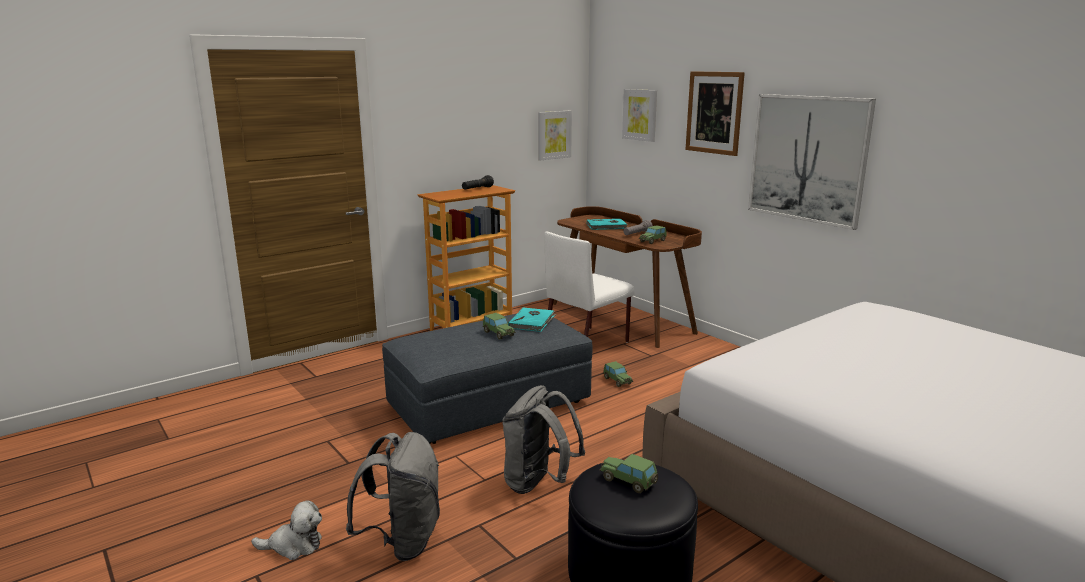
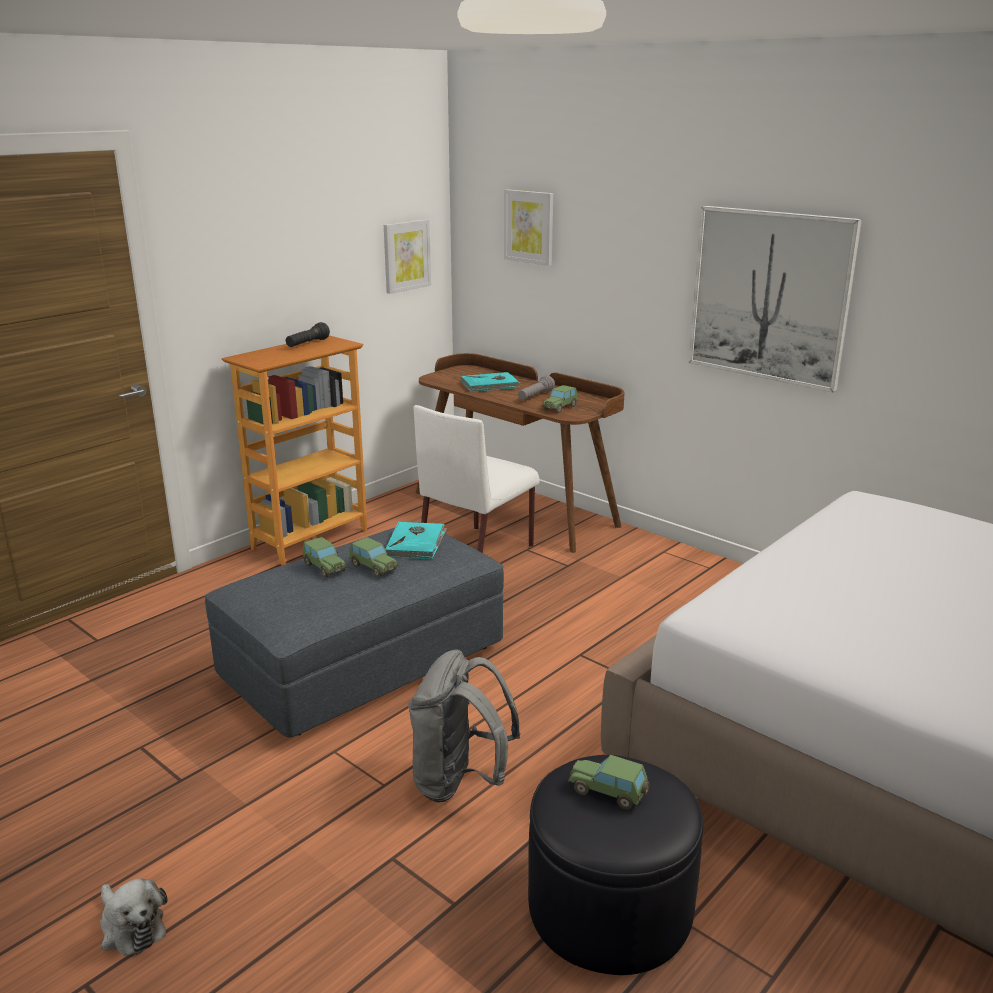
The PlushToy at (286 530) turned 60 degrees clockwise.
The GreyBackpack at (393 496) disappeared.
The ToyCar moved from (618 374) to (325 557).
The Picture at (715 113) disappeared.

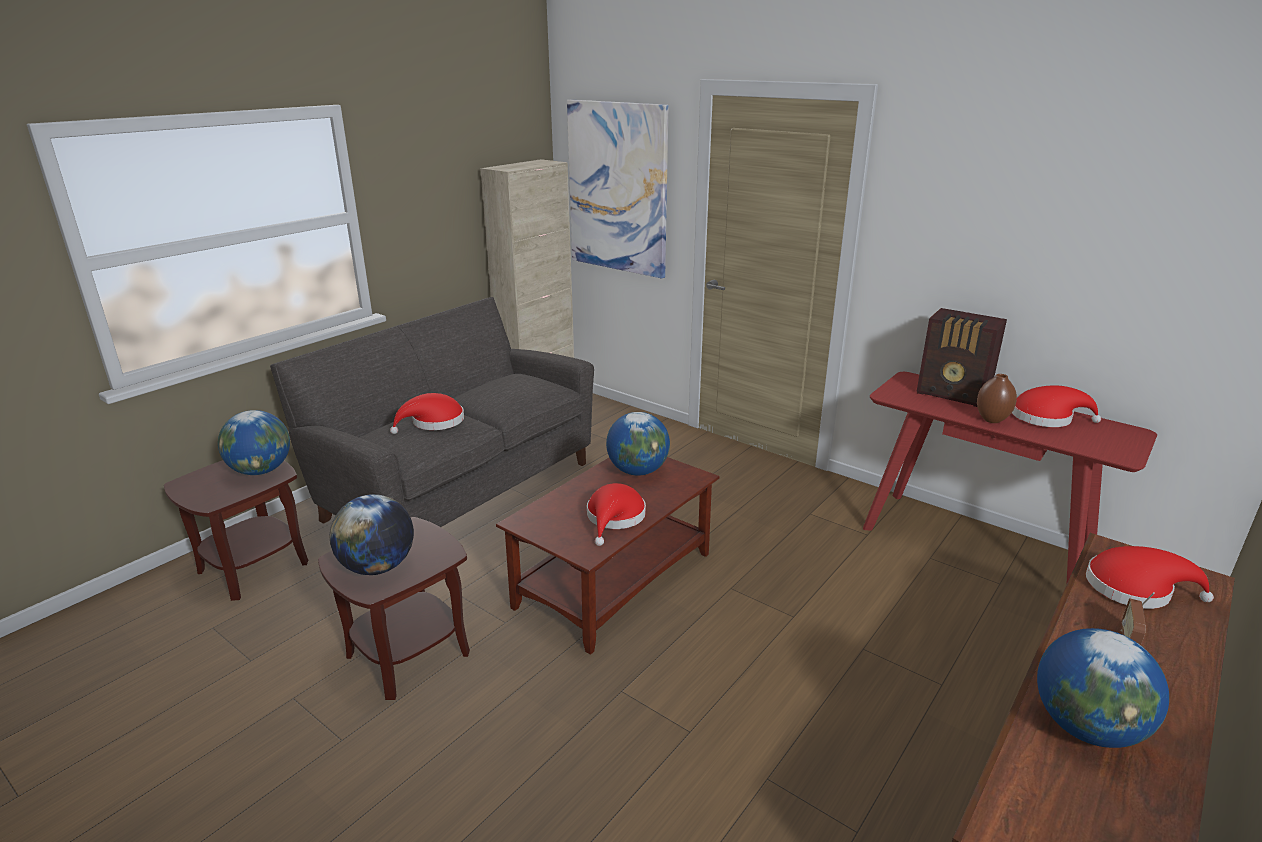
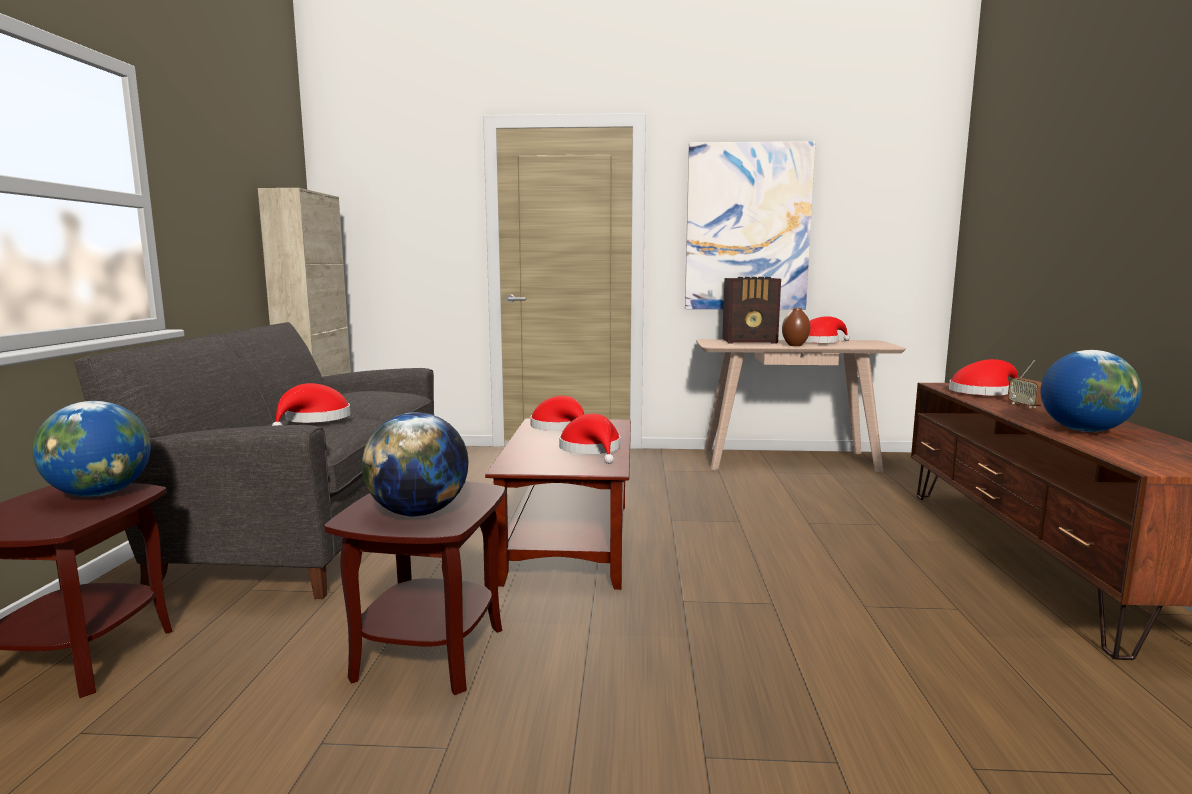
The Picture moved from (618 189) to (750 225).
The Globe at (638 444) was replaced by the RedHat at (557 413).
The RedConsoleTable at (1010 478) became the BeigeConsoleTable at (801 405).

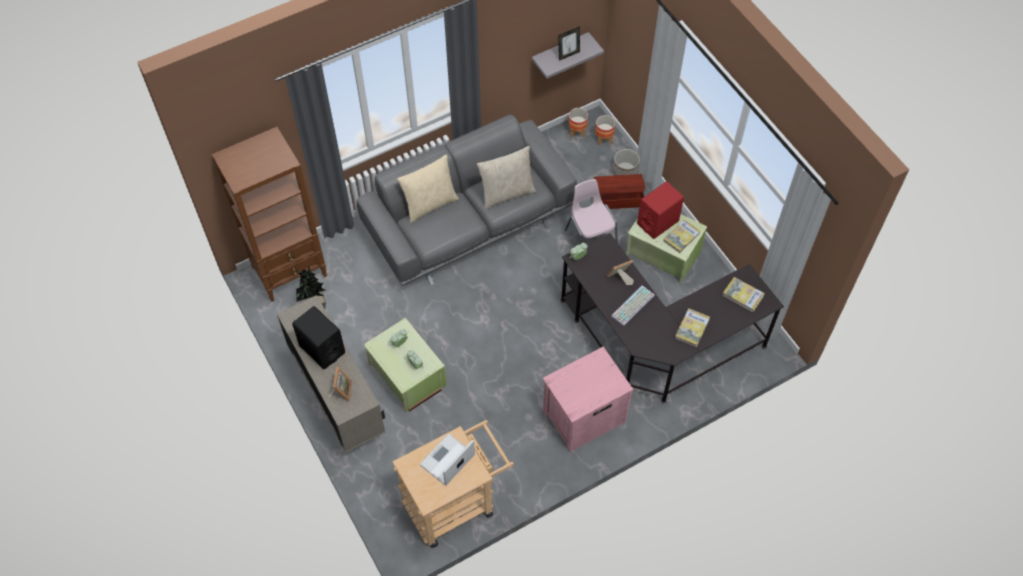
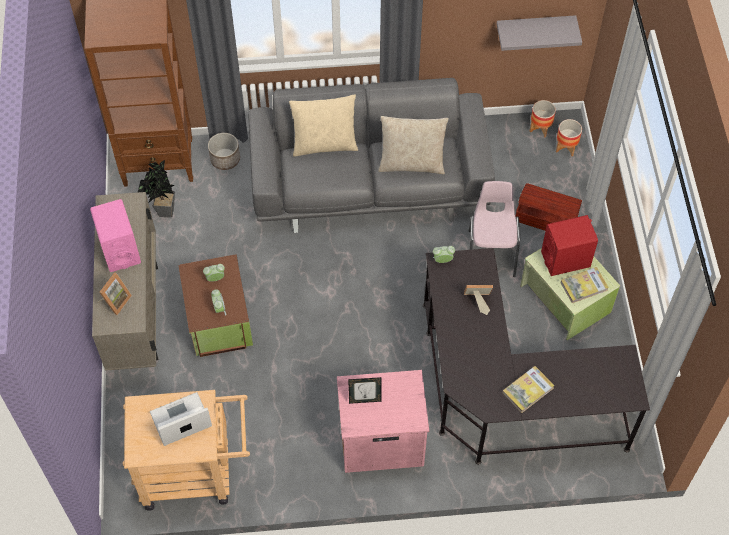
The BlackSpeaker at (318 337) became the PinkSpeaker at (115 235).
The GreenStorageBox at (405 365) became the BrownStorageBox at (215 305).
The PictureFrame moved from (569 43) to (364 390).
The Keyboard at (633 305) disappeared.
The Planter moved from (626 162) to (224 151).
The Book at (743 294) disappeared.

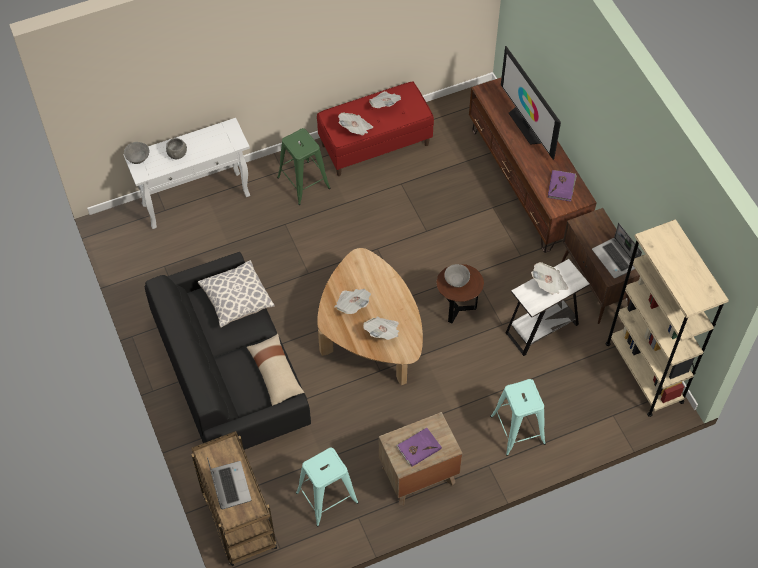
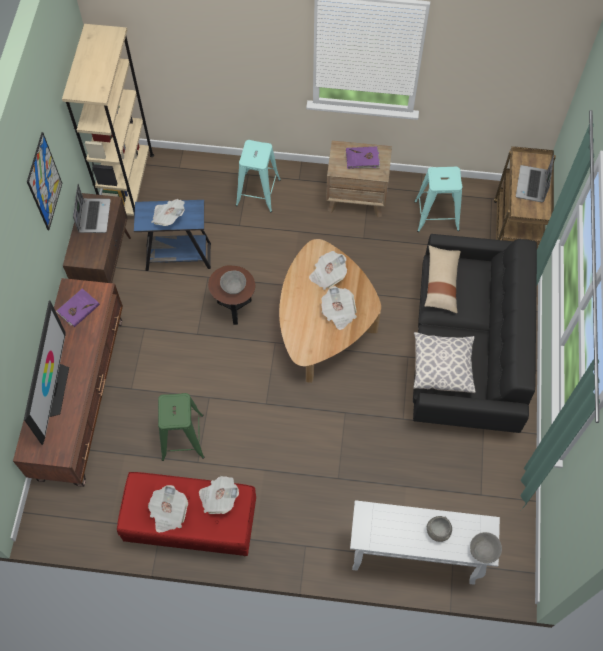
The GreenStool moved from (304 166) to (181 427).
The WhiteSideTable at (548 307) became the BlueSideTable at (172 235).
The Picture at (44 181) appeared.

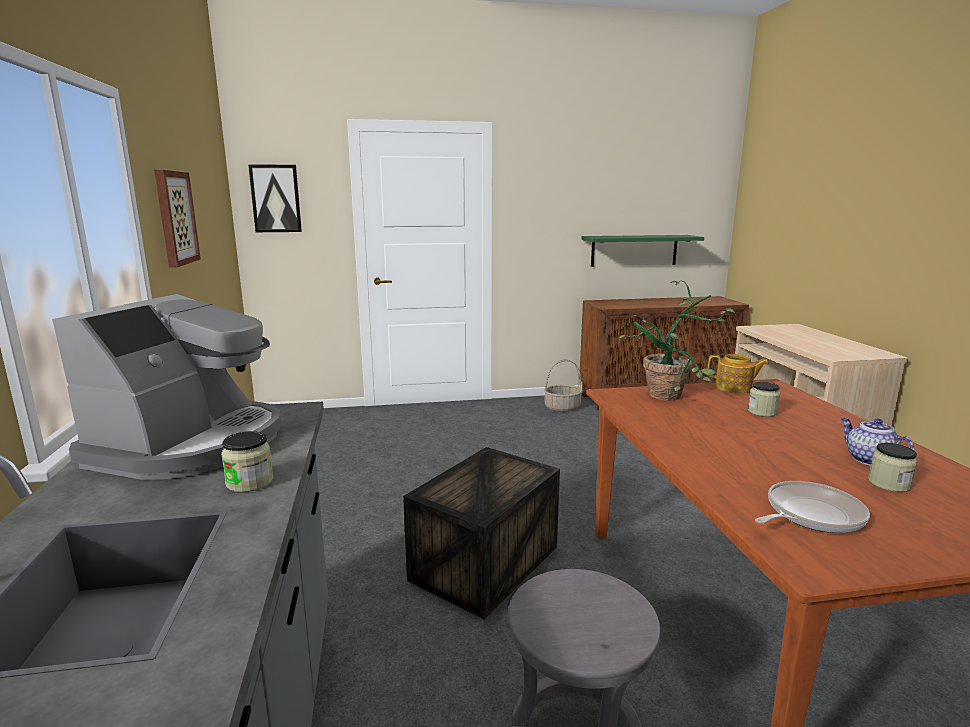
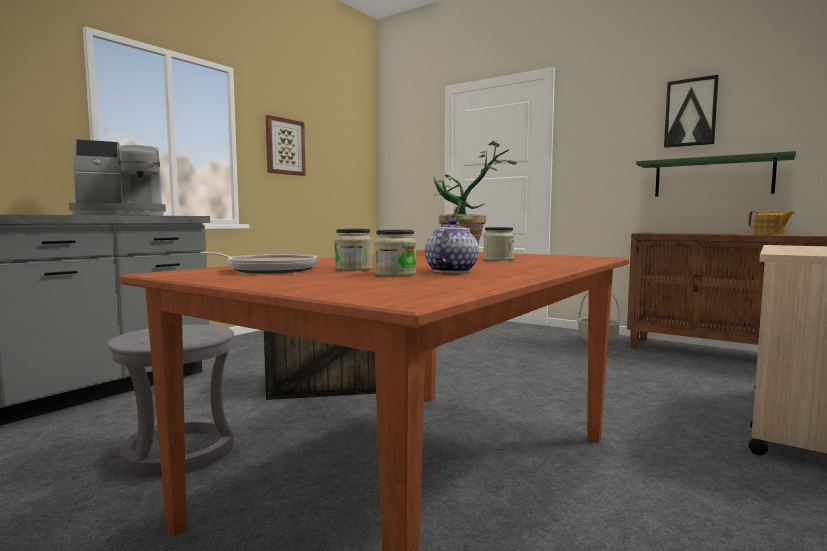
The Jar moved from (247 461) to (353 250).
The Picture moved from (275 198) to (691 111).
The Teapot moved from (738 373) to (772 223).

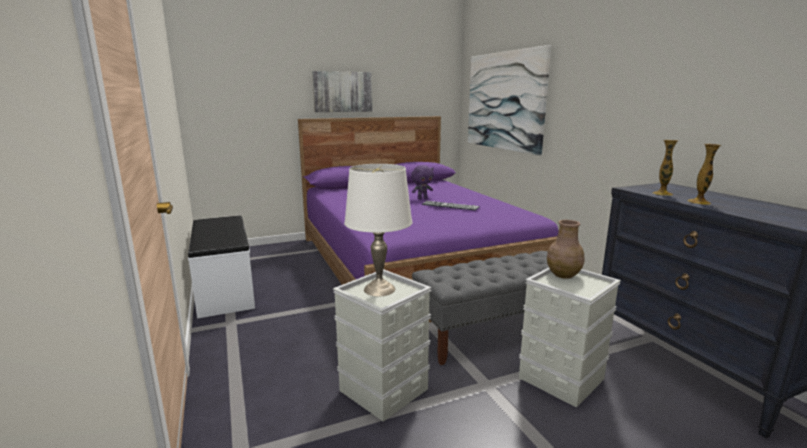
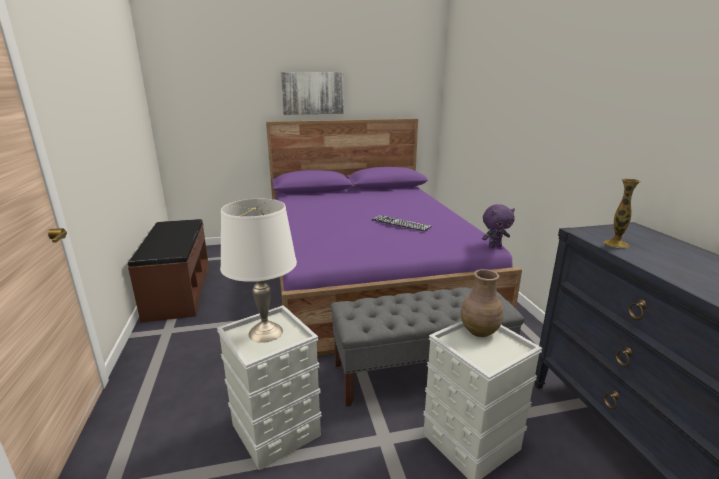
The WhiteBench at (221 267) became the BrownBench at (168 270).
The PurplePlushToy moved from (422 182) to (498 226).
The Picture at (509 100) disappeared.
The Vase at (704 174) disappeared.

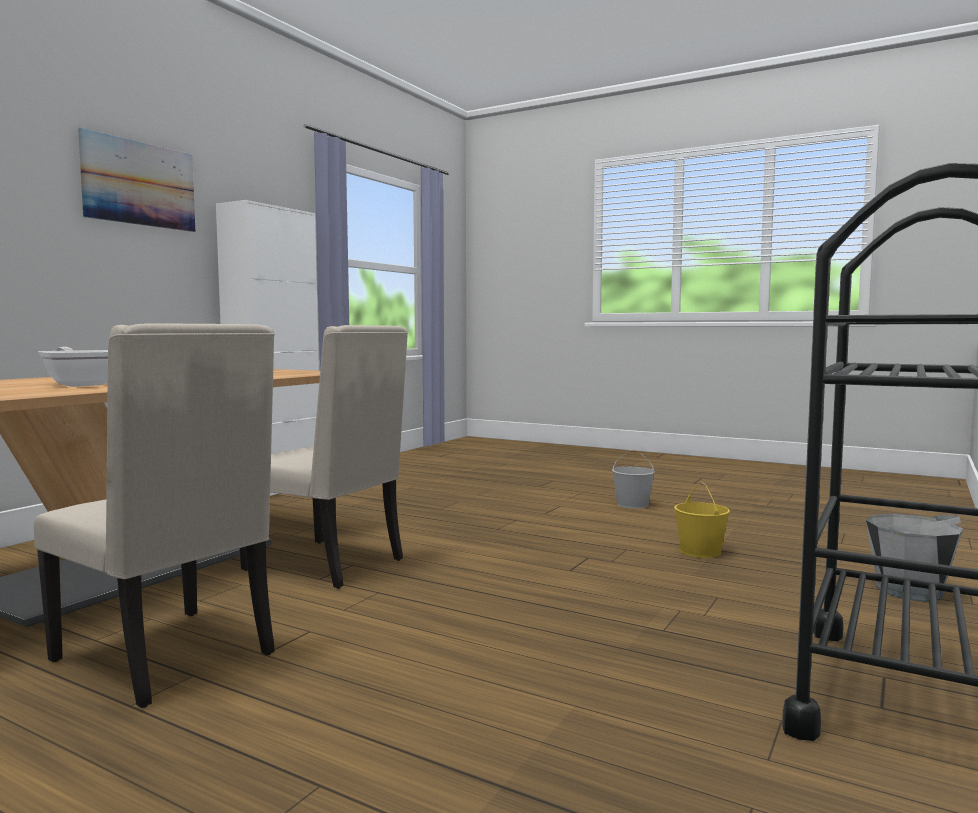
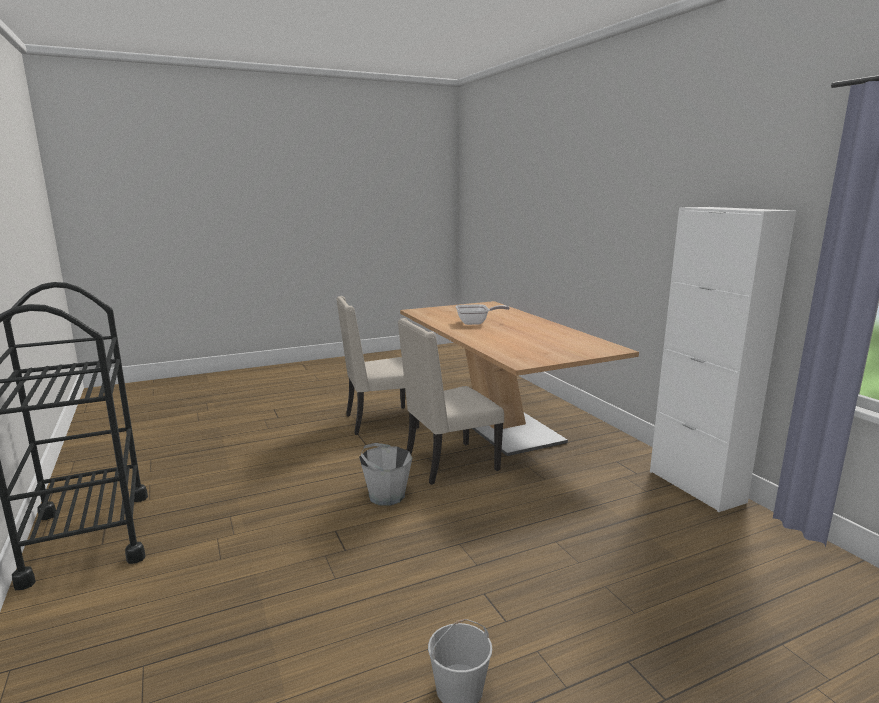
The Picture at (136 180) disappeared.
The YellowBucket at (702 520) disappeared.
The GreyBucket moved from (915 557) to (385 474).

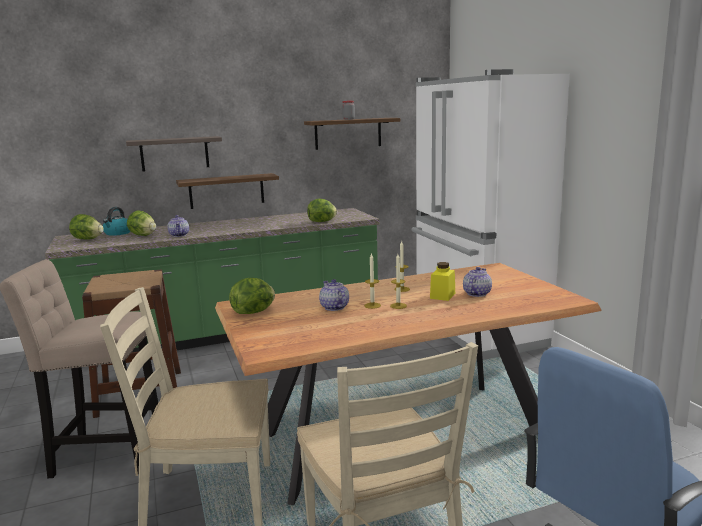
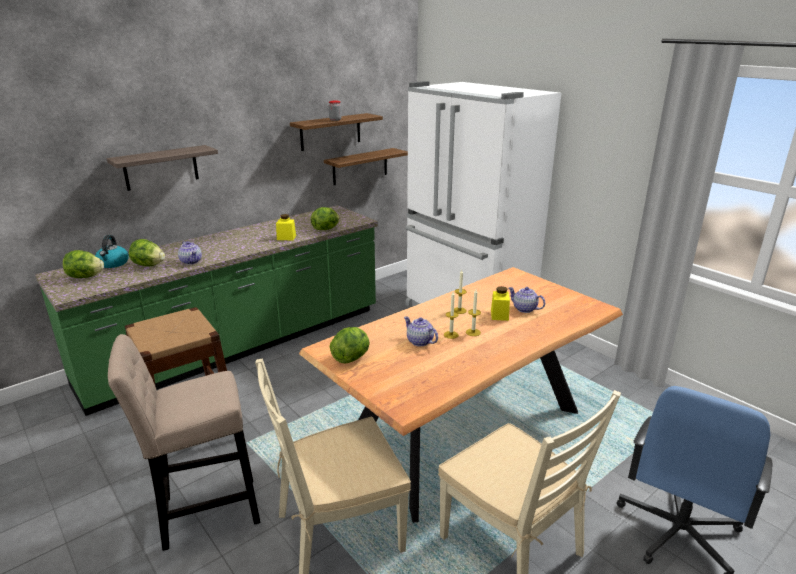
The Shelf moved from (227 191) to (366 166).
The Teapot at (477 282) turned 60 degrees counterclockwise.
The YellowJar at (286 227) appeared.

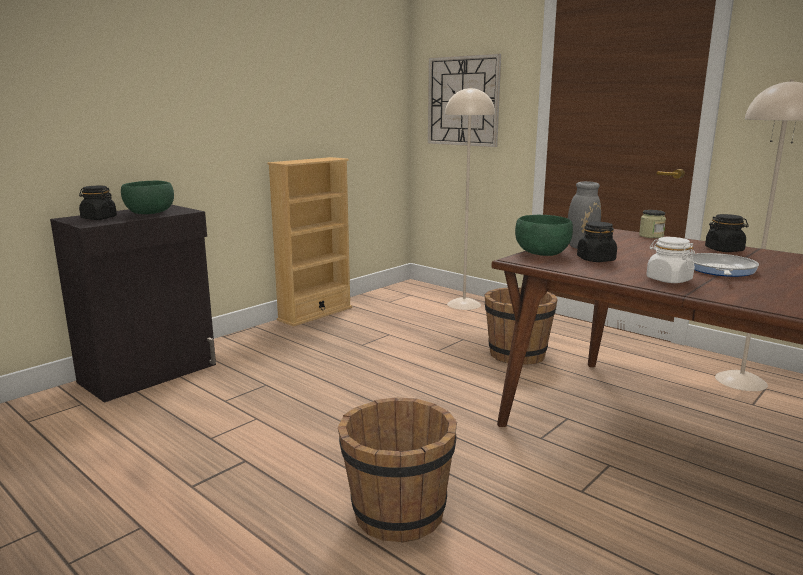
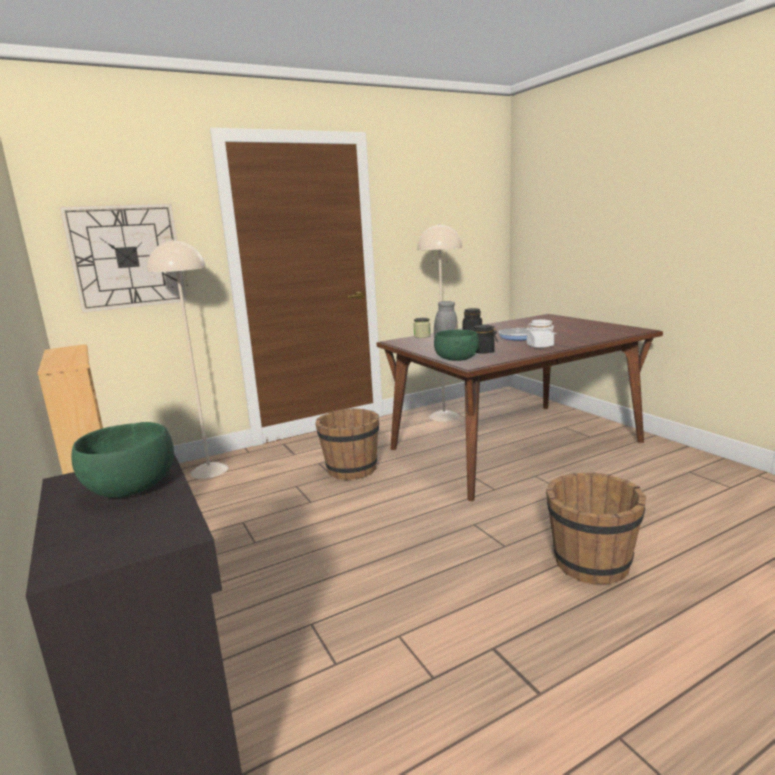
The BlackJar at (98 203) disappeared.

